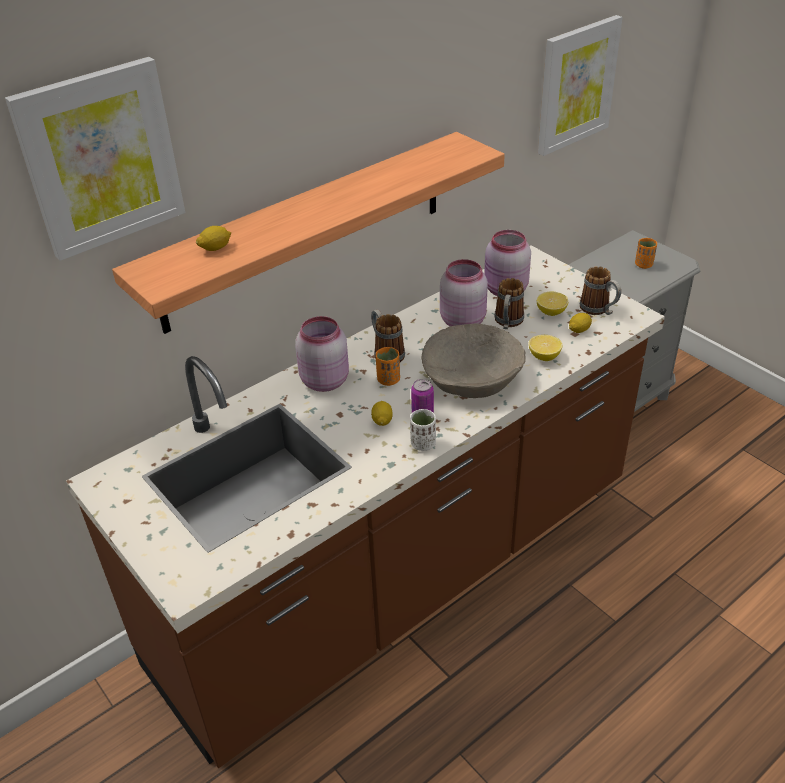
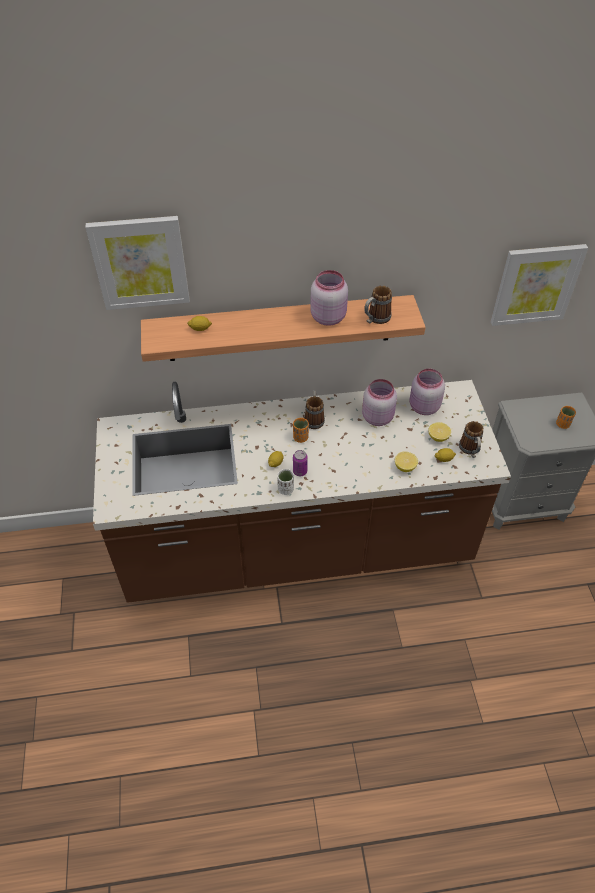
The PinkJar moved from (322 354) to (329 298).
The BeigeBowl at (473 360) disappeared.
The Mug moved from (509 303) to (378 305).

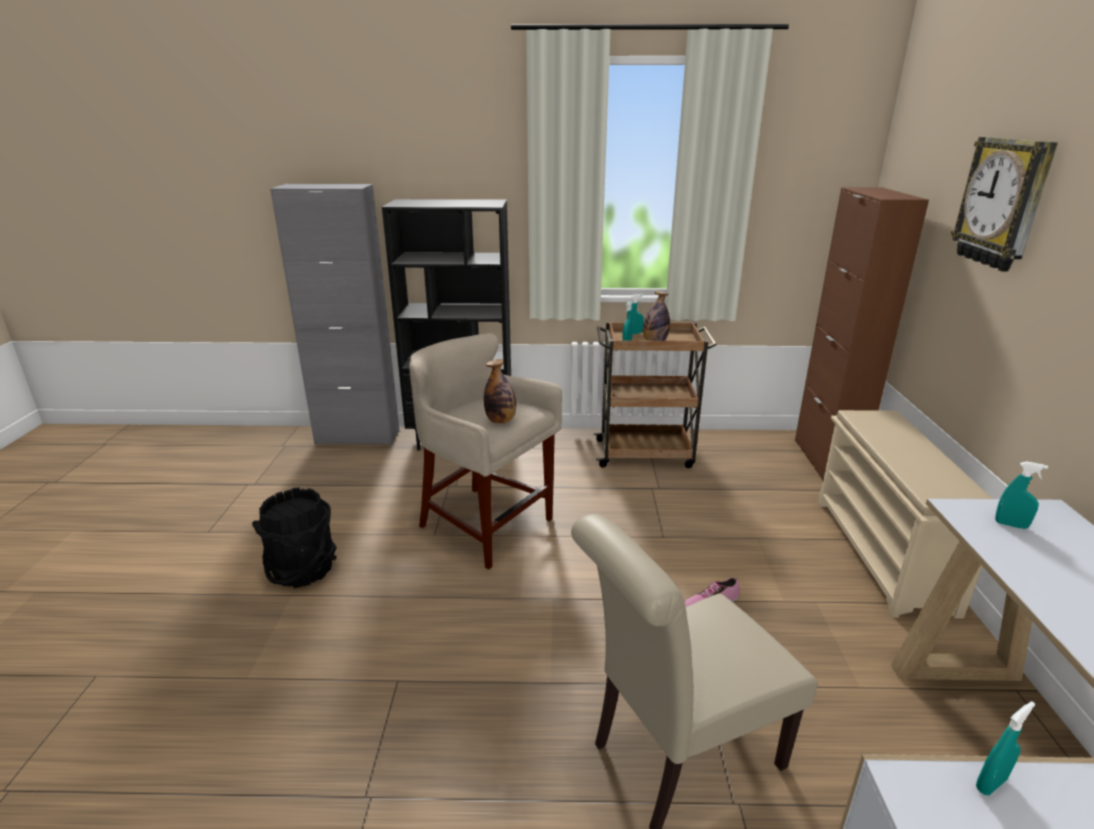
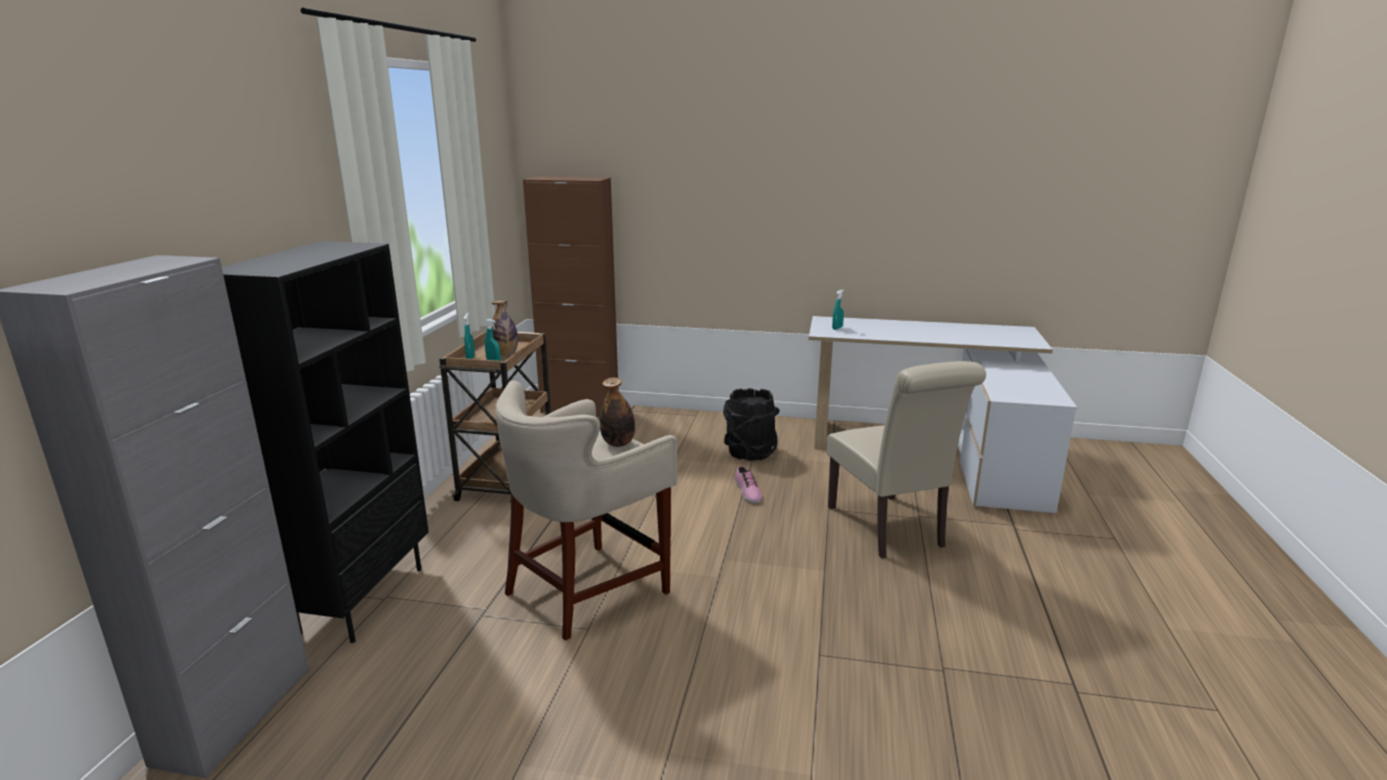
The BlackBucket moved from (294 537) to (751 424).
The BeigeShoeRack at (905 514) disappeared.
The WallClock at (1004 204) disappeared.
The TurquoiseSprayBottle at (1005 748) disappeared.

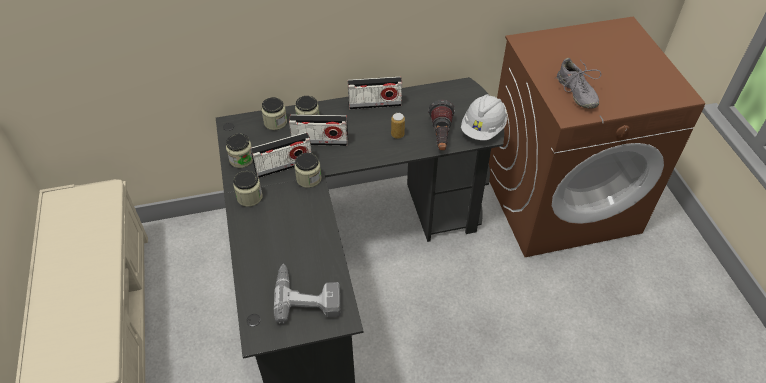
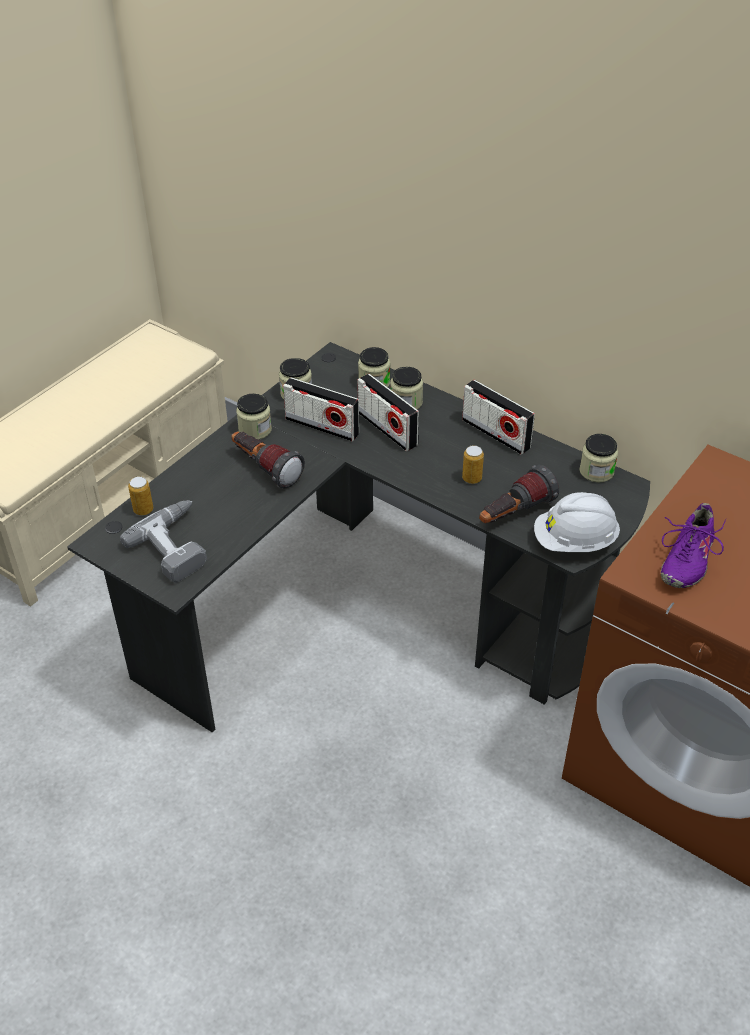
The Jar moved from (307 170) to (598 458).
The GreyShoe at (579 83) became the PurpleShoe at (693 545).
The Can at (140 495) appeared.
The Flashlight at (268 460) appeared.

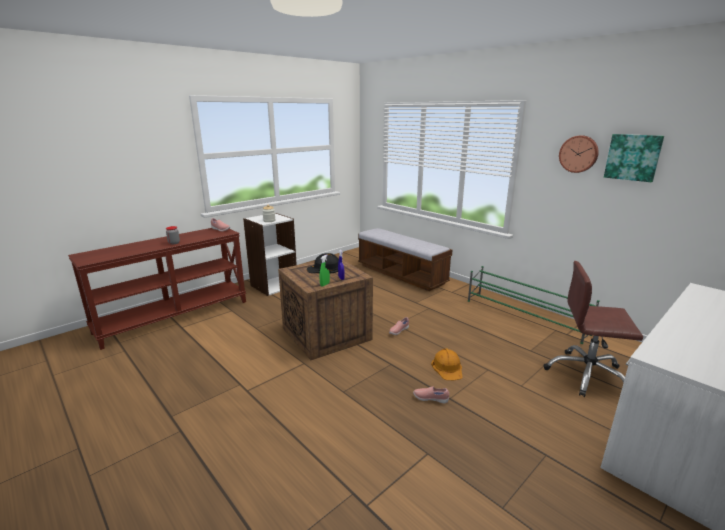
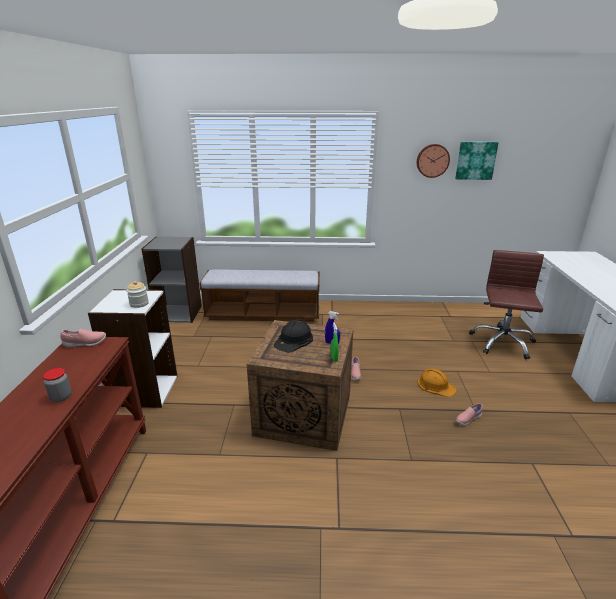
The GreenShoeRack at (533 305) disappeared.
The BrownOfficeChair at (593 329) turned 135 degrees clockwise.
The GreyBookcase at (172 280) appeared.

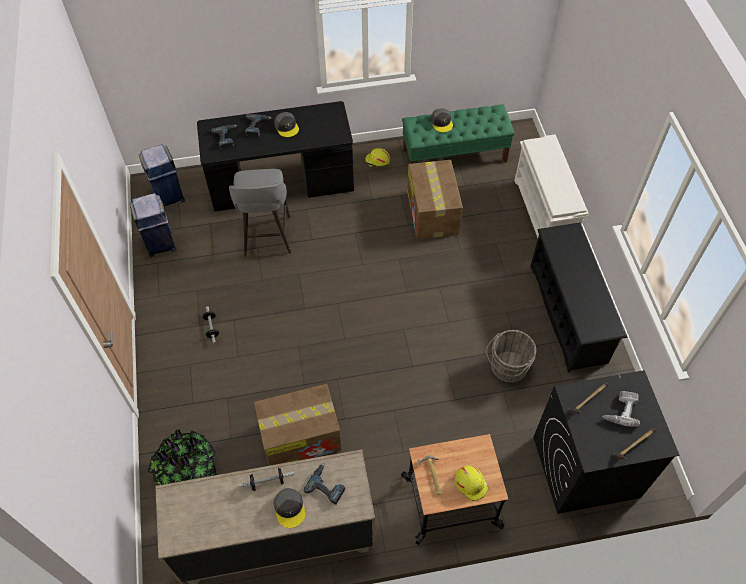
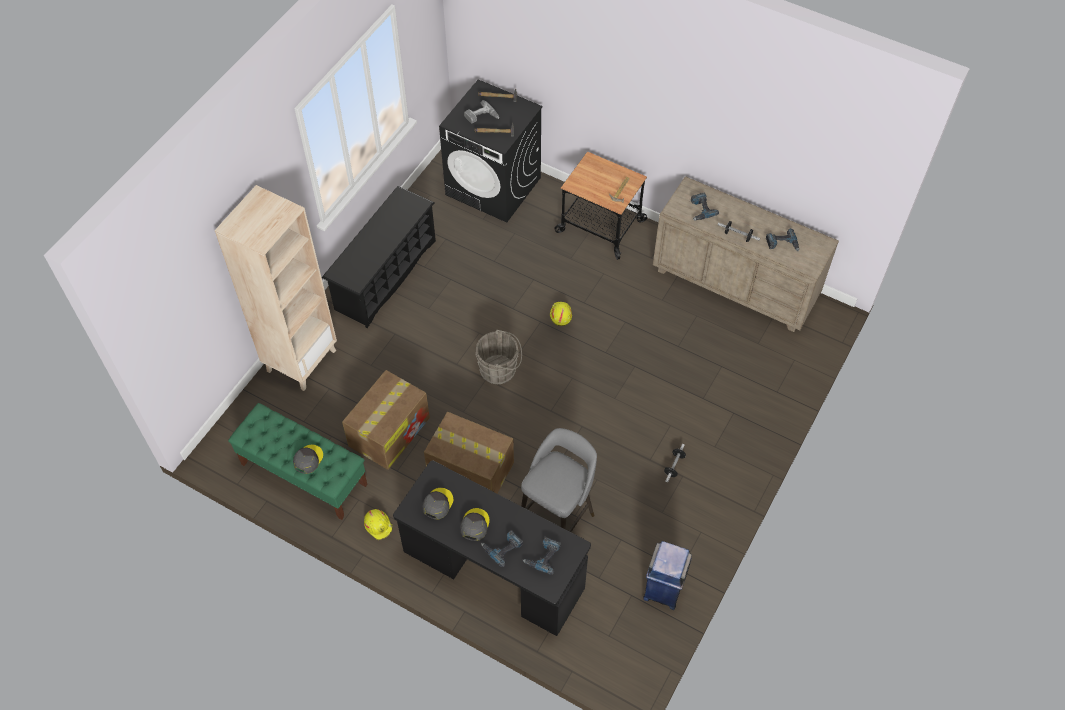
The BlueTrashCan at (162 176) disappeared.
The PottedPlant at (182 457) disappeared.
The CardboardBox moved from (298 425) to (469 453).
The GreyCap moved from (289 508) to (438 504).
The YellowHardHat moved from (472 483) to (561 314).
The GreyBucket moved from (511 356) to (499 357).
The WhiteShoeRack at (551 186) was replaced by the BeigeBookcase at (276 288).
The PowerDrill at (782 240) appeared.

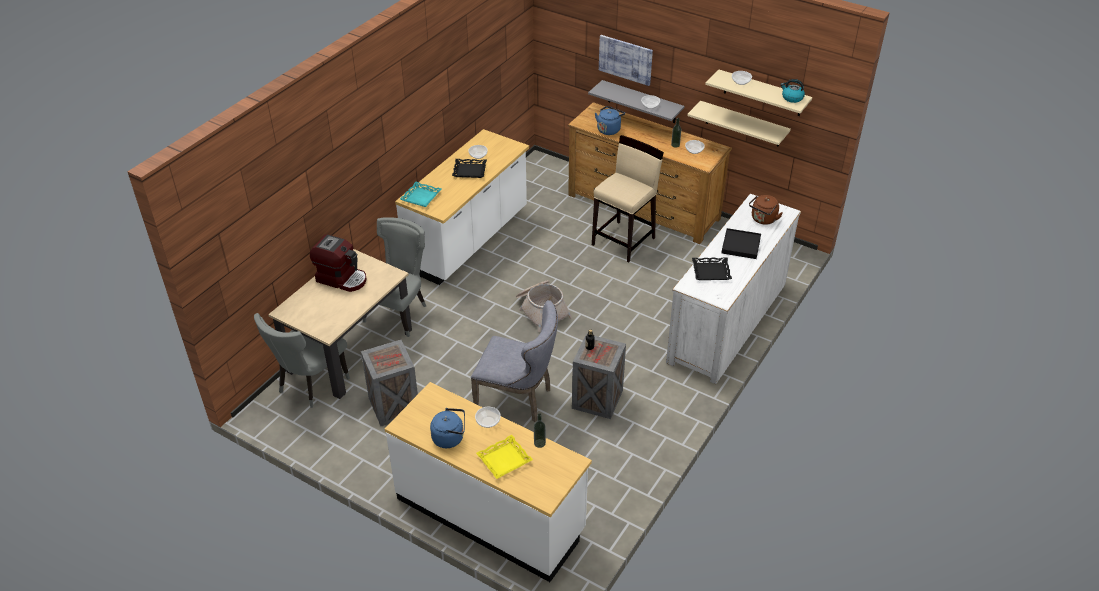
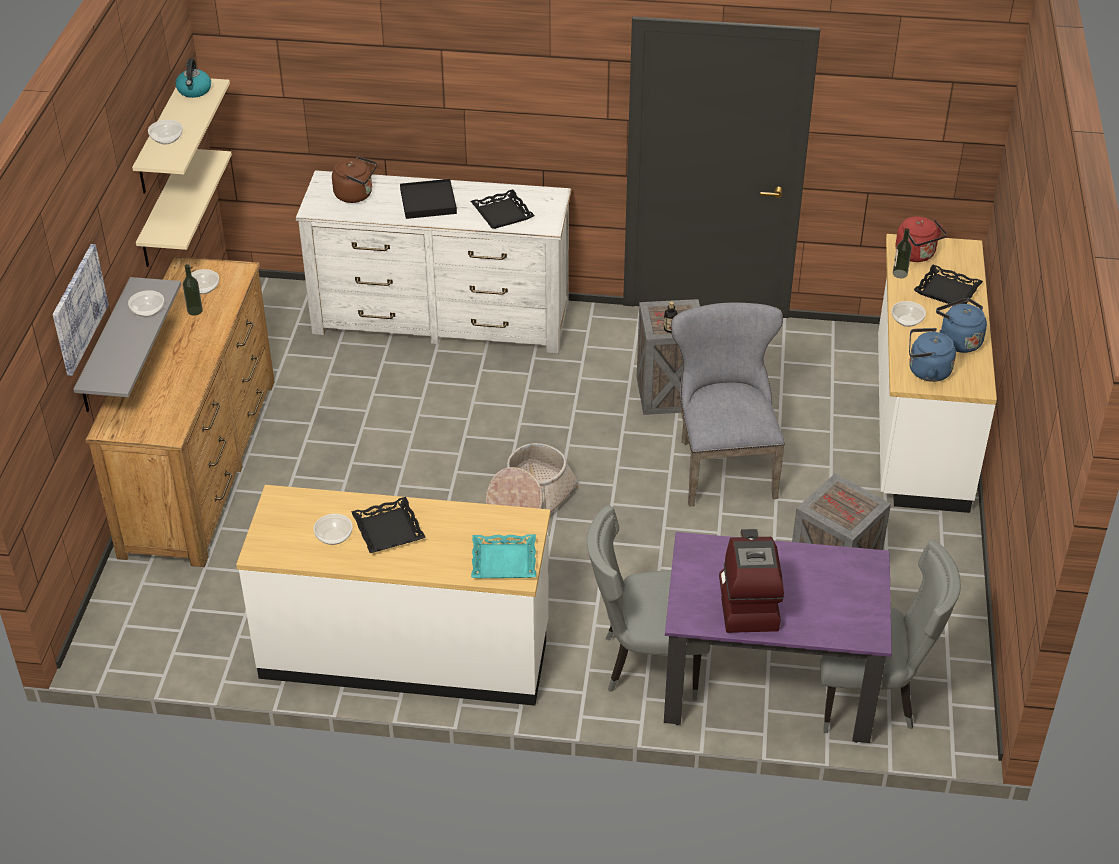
The BeigeDiningTable at (340 324) became the PurpleDiningTable at (778 637).
The YellowTray at (504 457) became the BlackTray at (948 284).
The BeigeStool at (628 198) disappeared.
The BlueKettle moved from (610 120) to (932 355).
The RedKettle at (921 239) appeared.

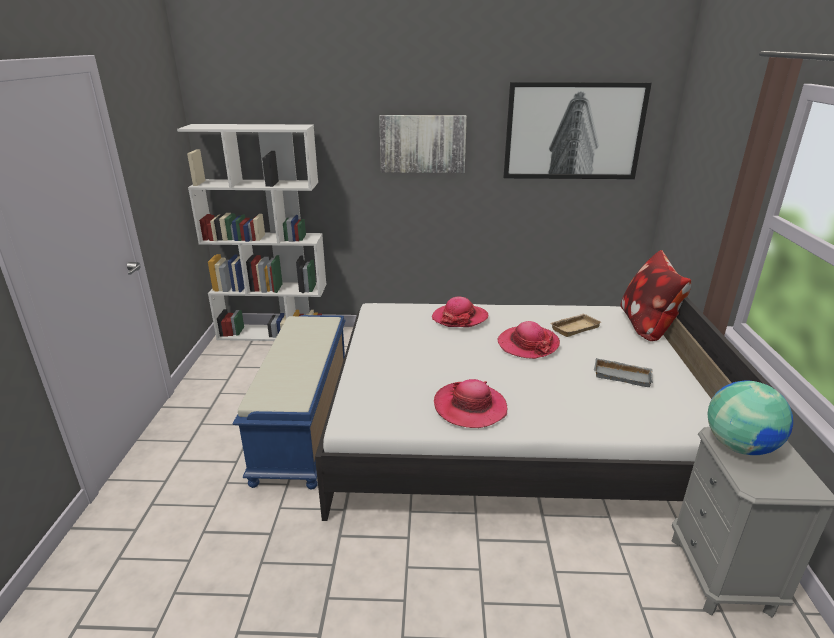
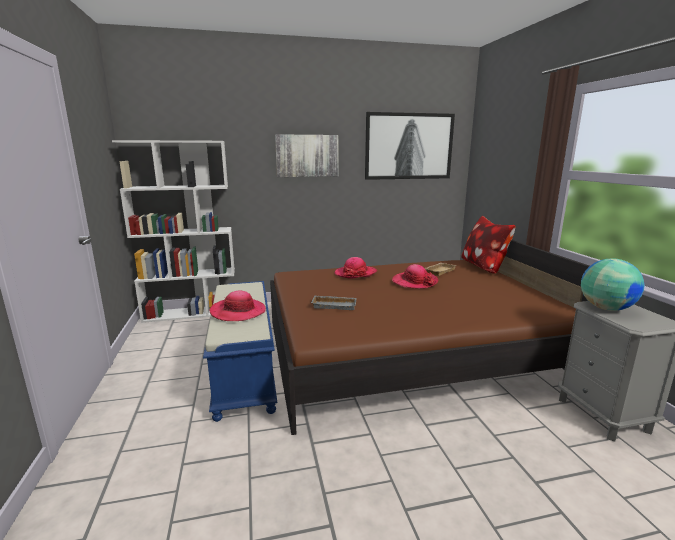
The WhiteBed at (544 409) became the BrownBed at (429 337).
The Hat moved from (470 403) to (238 306).
The GreyTray moved from (623 372) to (334 302).

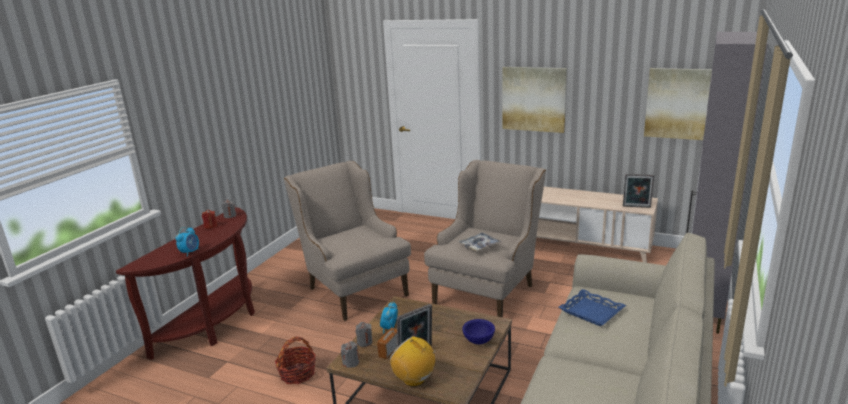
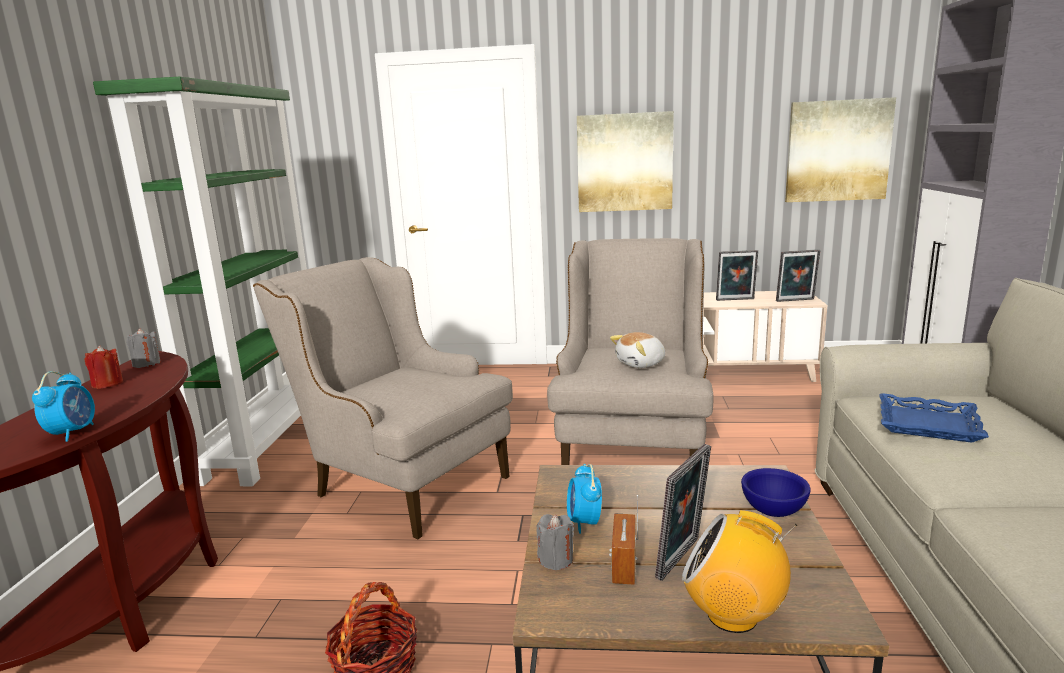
The GreyCandle at (350 354) disappeared.
The Tray at (480 242) was replaced by the PlushToy at (637 350).
The GreenBookcase at (200 281) appeared.
The PictureFrame at (737 275) appeared.

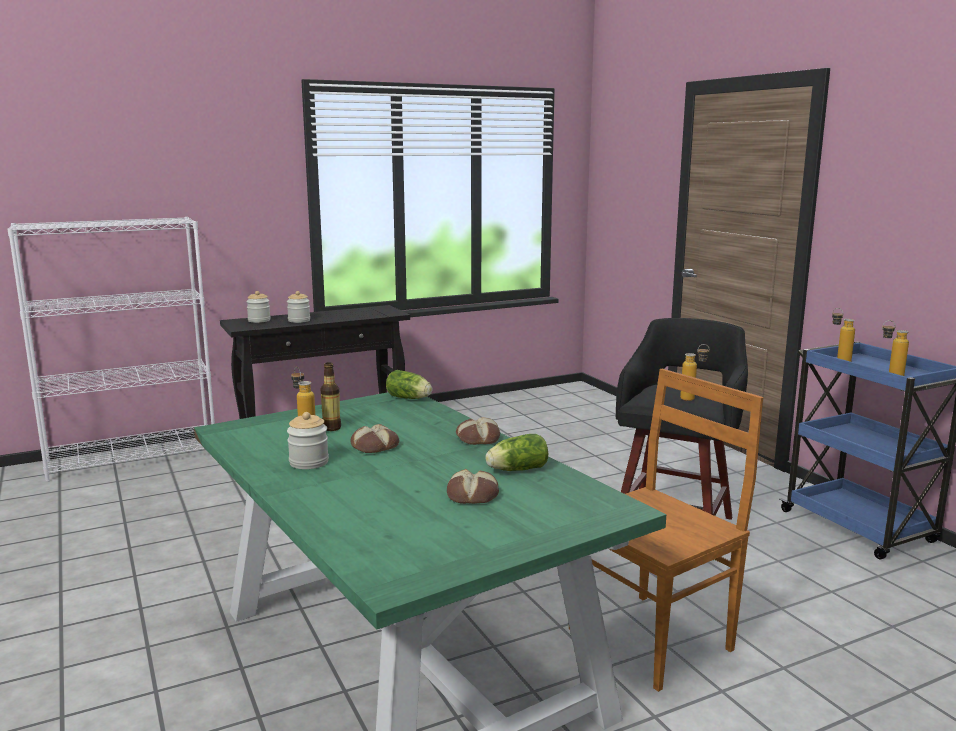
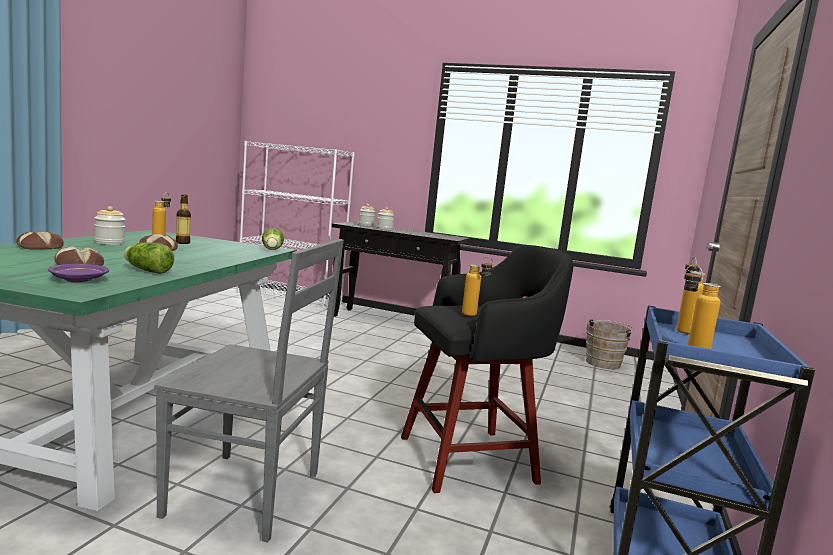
The Bread moved from (478 431) to (40 240).
The BrownChair at (666 530) became the GreyChair at (249 390).
The PurplePlate at (78 273) appeared.
The BrownBucket at (610 344) appeared.

